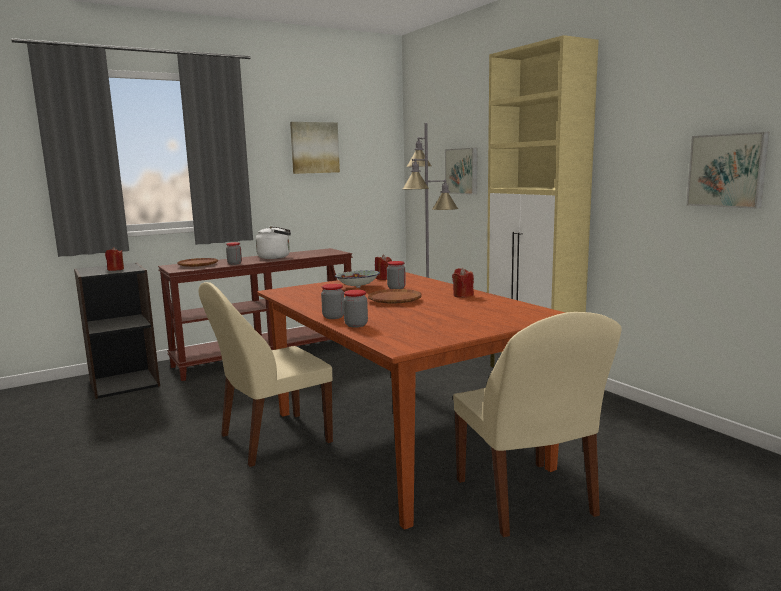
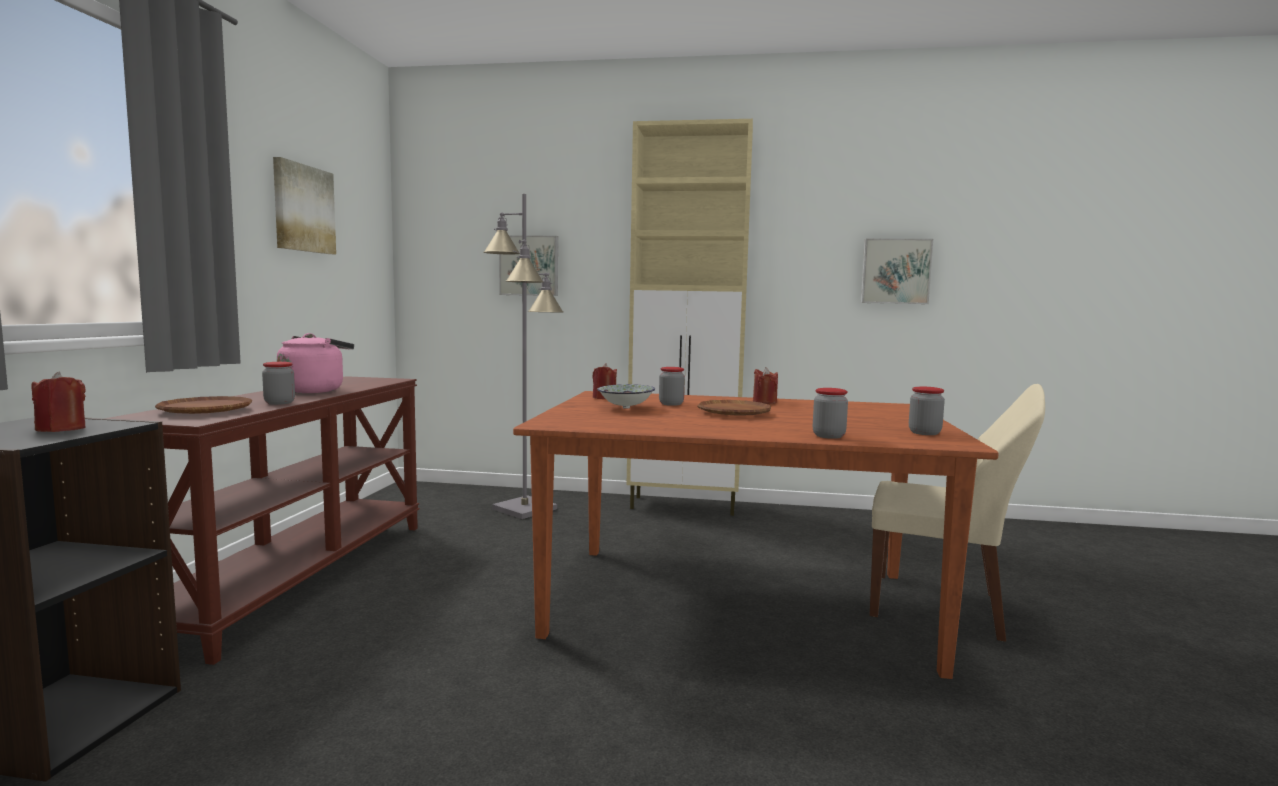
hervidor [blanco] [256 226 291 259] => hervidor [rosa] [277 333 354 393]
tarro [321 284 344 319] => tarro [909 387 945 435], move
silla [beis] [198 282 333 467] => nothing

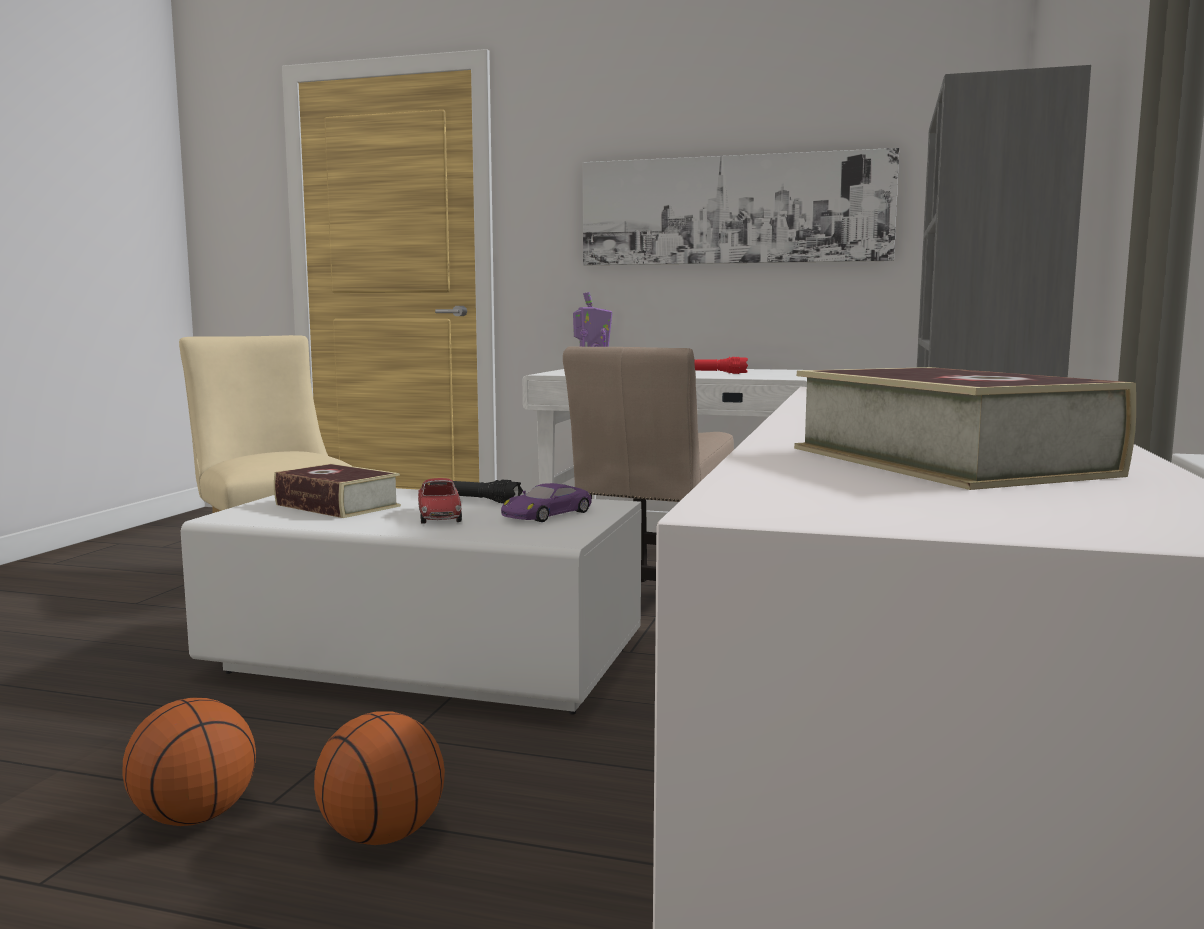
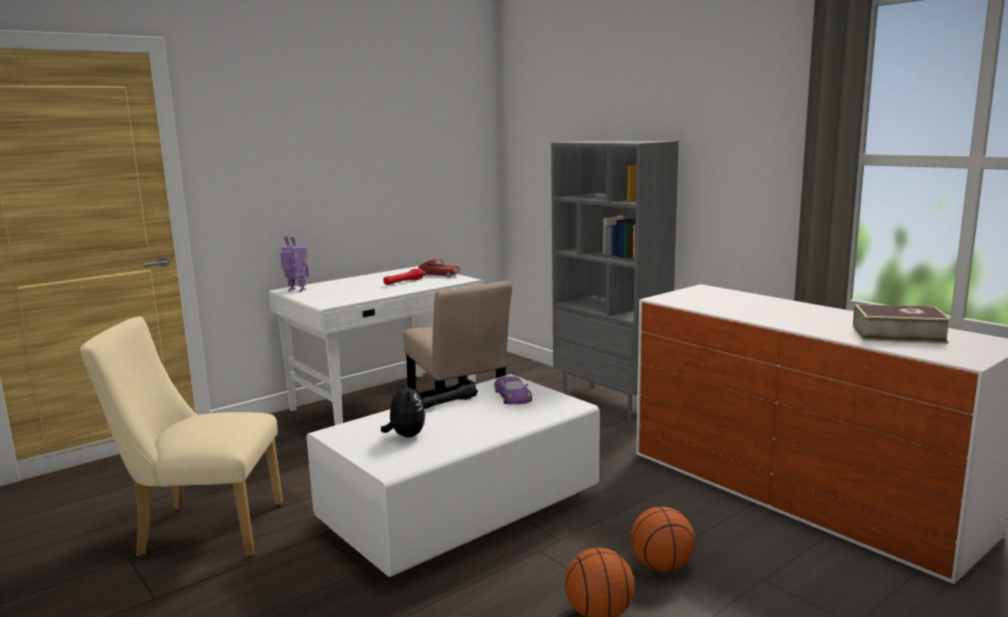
libro [274 463 401 518] => peluche [381 380 425 437]
coche de juguete [418 478 462 524] => coche de juguete [418 259 461 278], move
cuadro [583 148 899 265] => nothing

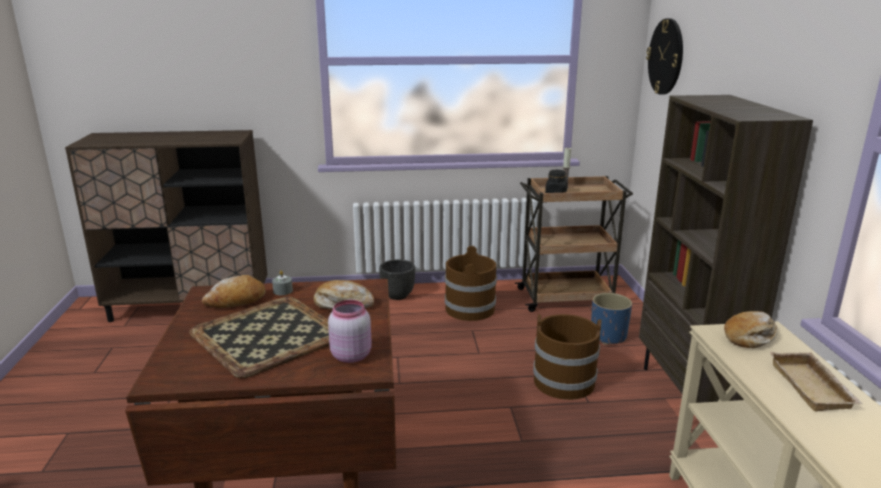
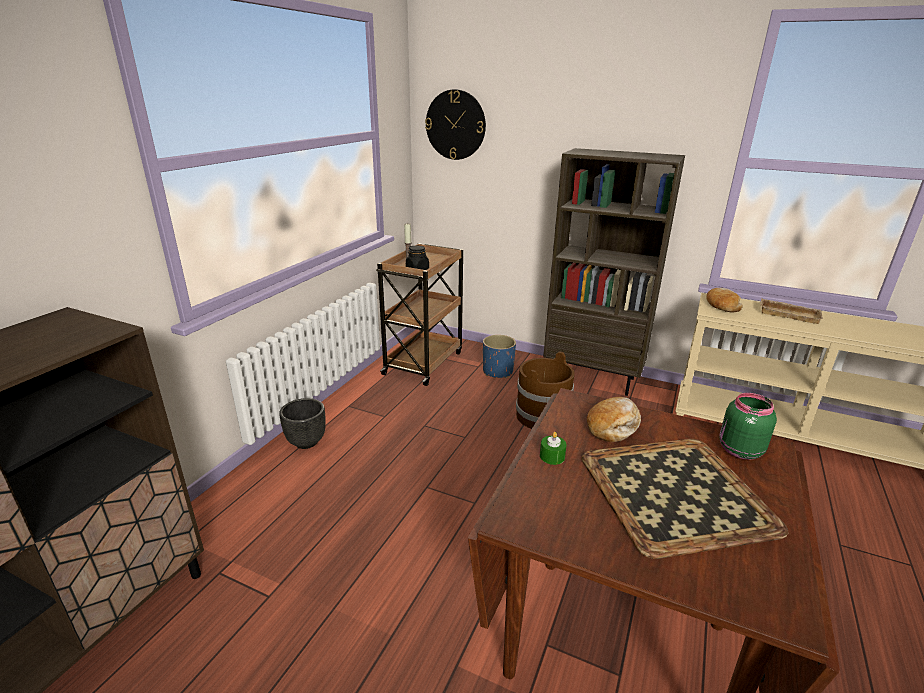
vela [gris] [272 270 293 295] => vela [verde] [540 432 567 465]
tarro [rosa] [328 300 372 363] => tarro [verde] [720 393 777 460]
pan [202 275 266 308] => nothing
cubo [marrón] [445 246 497 321] => nothing

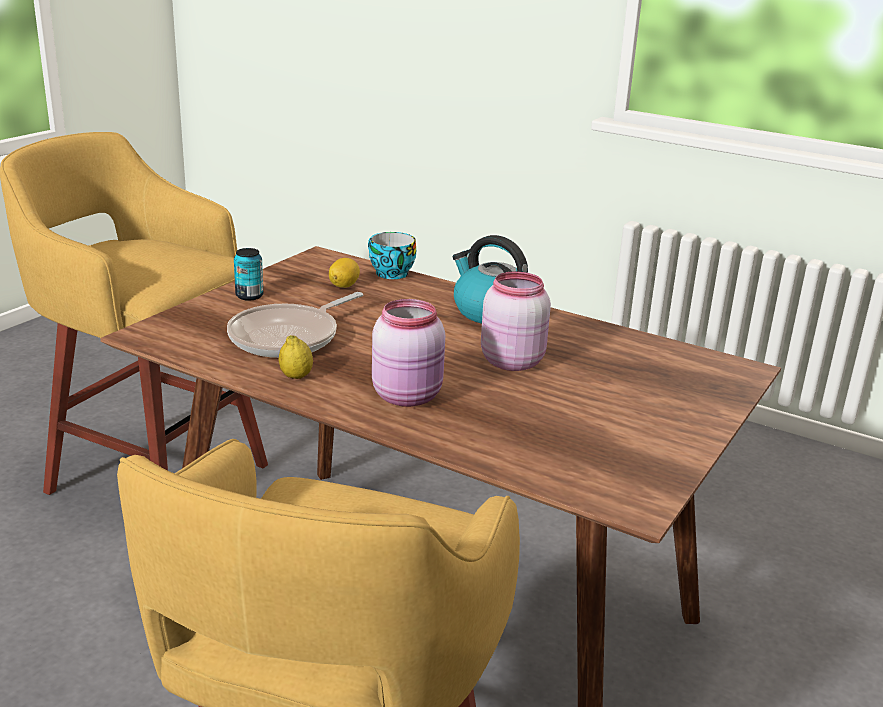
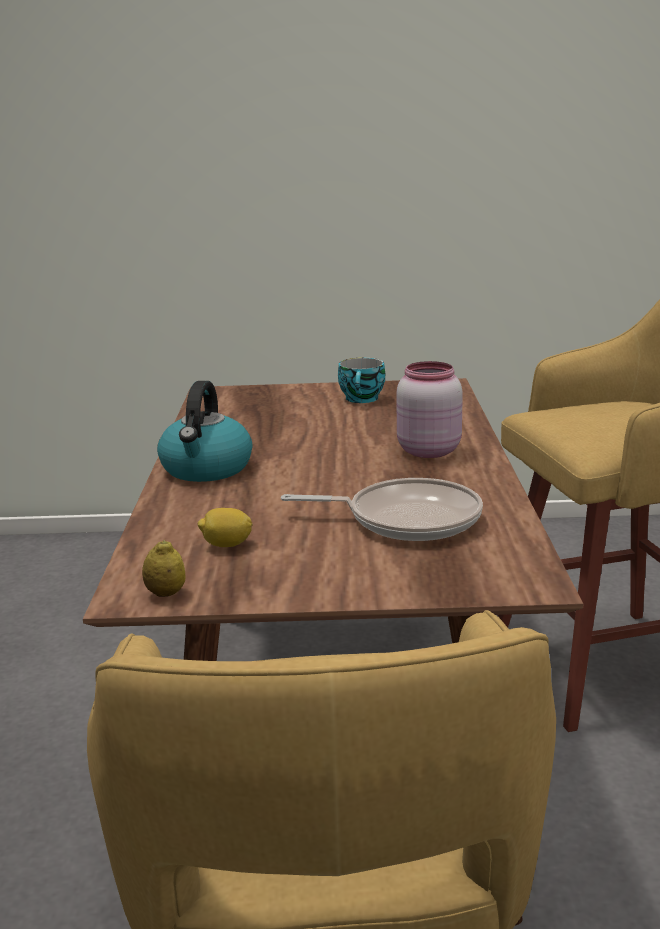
limón [279 335 313 379] => limón [142 540 186 597], move
taza [368 232 416 279] => taza [338 358 385 403], move
lata [234 248 263 301] => nothing
tarro [rosa] [481 272 551 371] => nothing

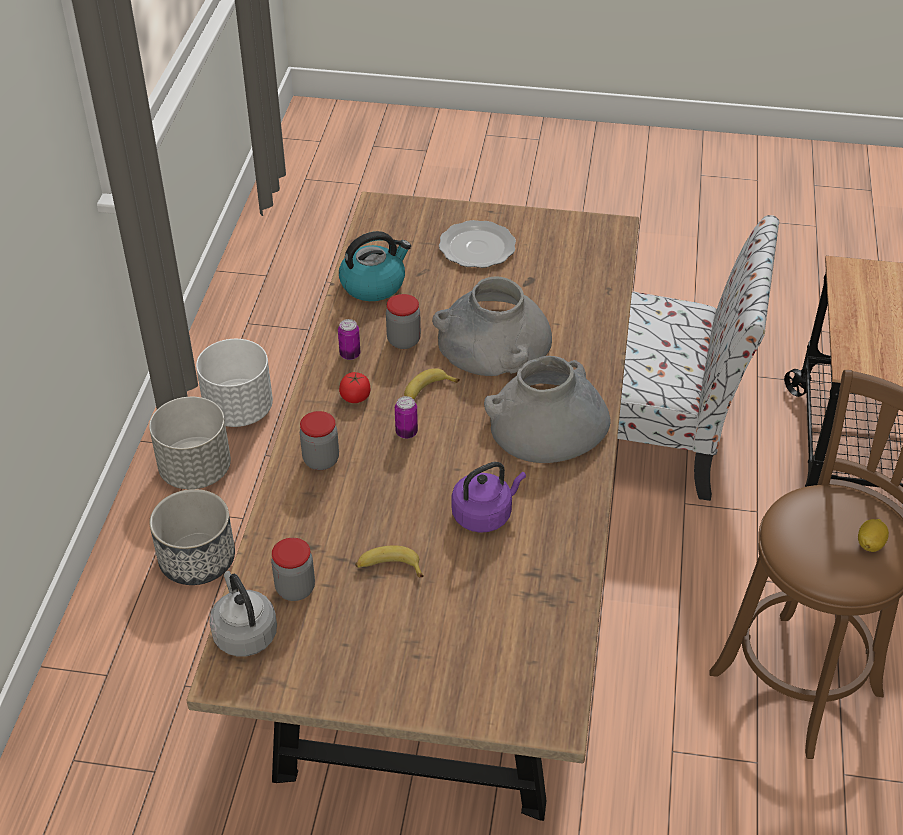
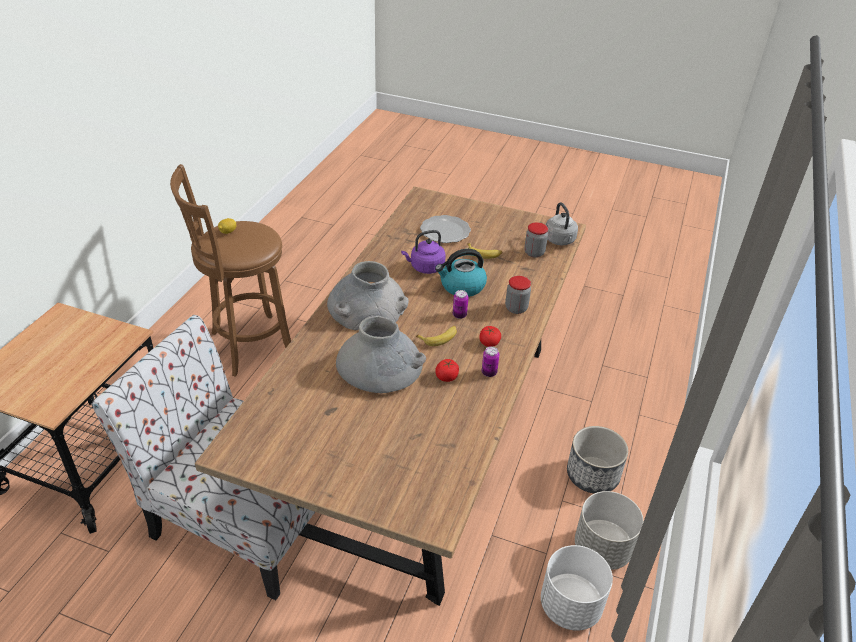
plato [439 220 516 268] => plato [420 215 471 243], move
hervidor [339 231 411 301] => hervidor [435 249 487 297], move
tarro [386 294 421 349] => tomate [435 359 459 382]

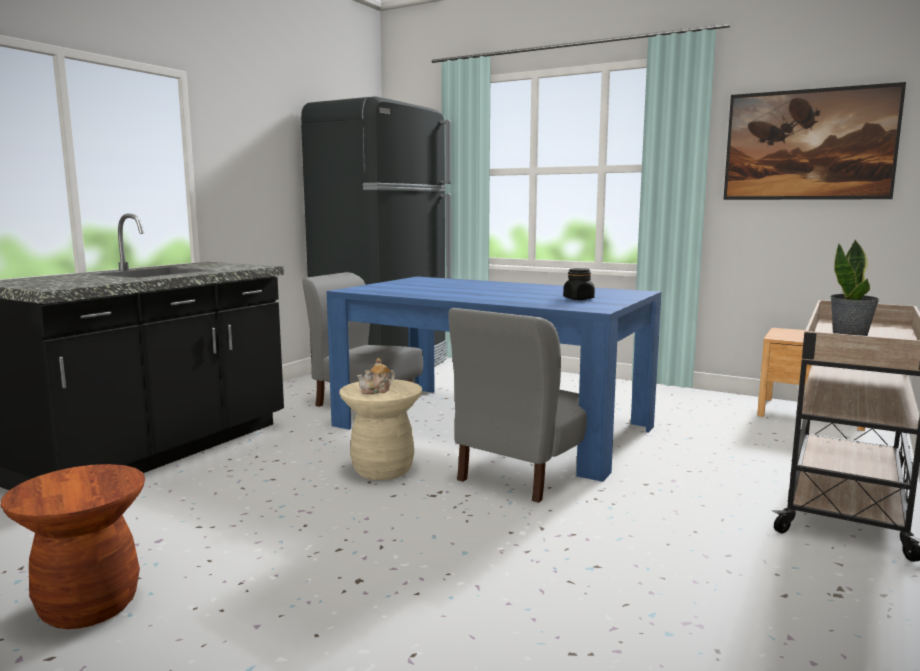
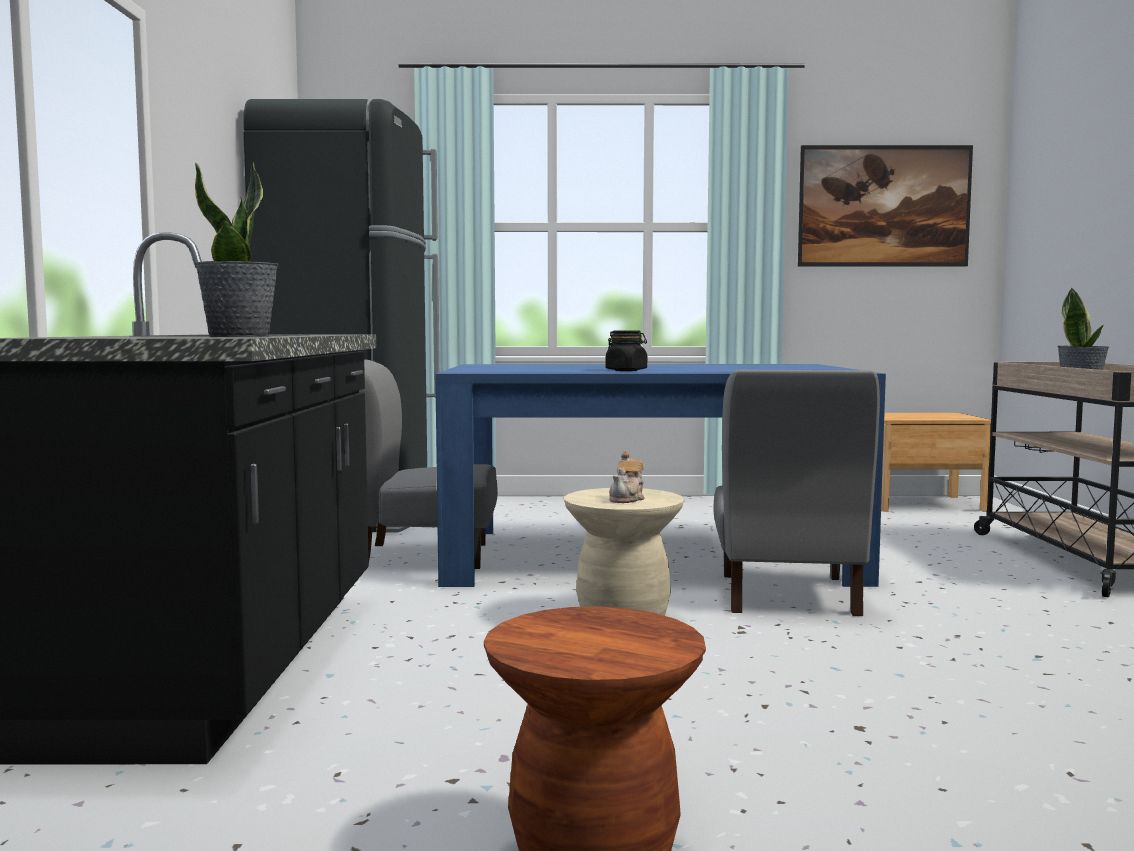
nothing => planta en maceta [194 162 279 337]
tarro [negro] [563 268 595 300] => tarro [negro] [606 330 647 371], move

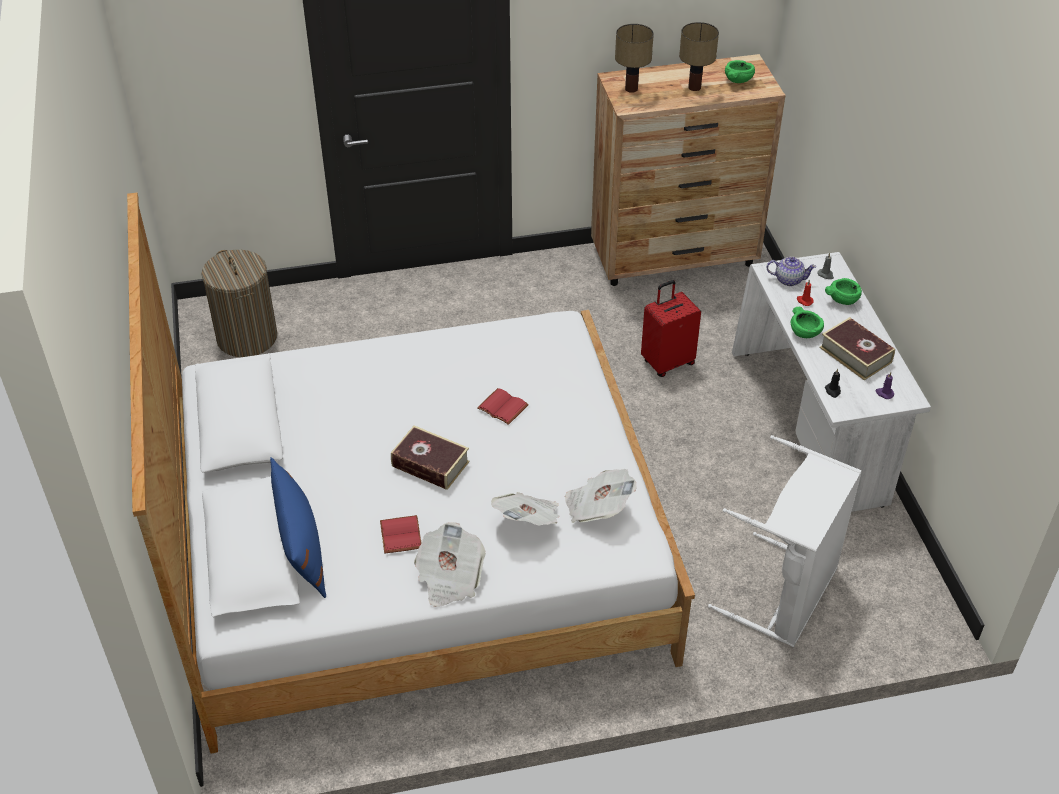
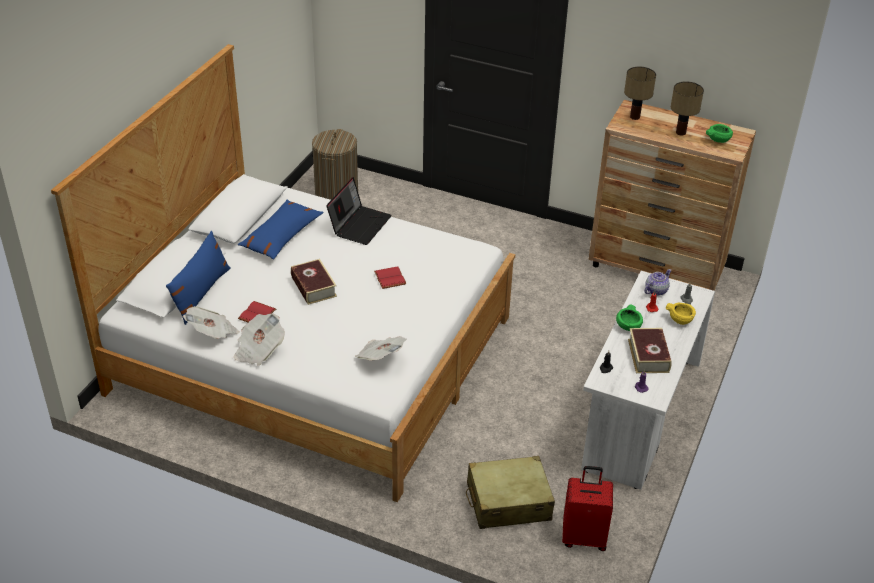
periódico [491 492 560 526] => periódico [183 306 240 339], move
nothing => cojín [azul] [238 200 323 260]
nothing => portátil [326 177 392 245]
cesto de la ropa [blanco] [708 435 862 647] => maleta [beis] [466 456 555 529]
maleta [rojo] [641 280 701 377] => maleta [rojo] [562 466 613 551], move
tetera [766 257 816 286] => tetera [644 269 672 296], 90 degrees counterclockwise
cuenco [verde] [825 278 862 305] => cuenco [amarillo] [666 302 696 325]

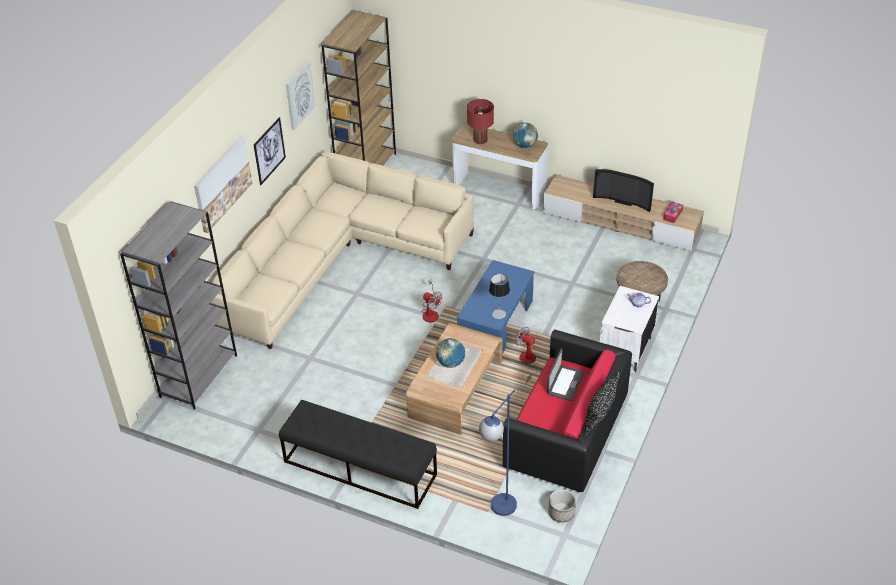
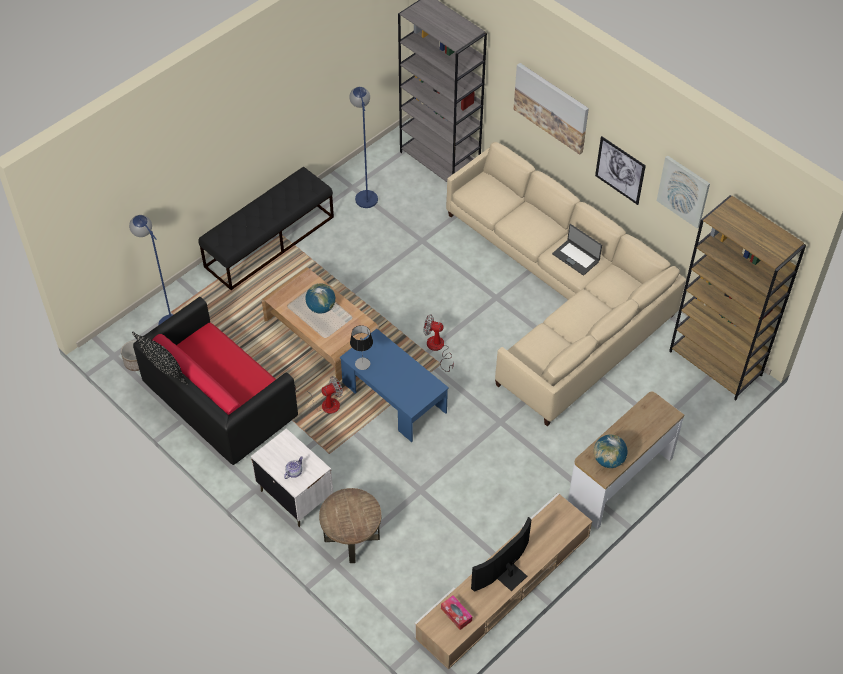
nothing => lámpara de pie [azul] [349 87 378 208]
ventilador [421 279 442 323] => ventilador [423 314 454 372], 45 degrees clockwise
portátil [547 348 585 401] => portátil [552 224 602 276], move
lámpara de mesa [rojo] [467 99 494 144] => nothing

